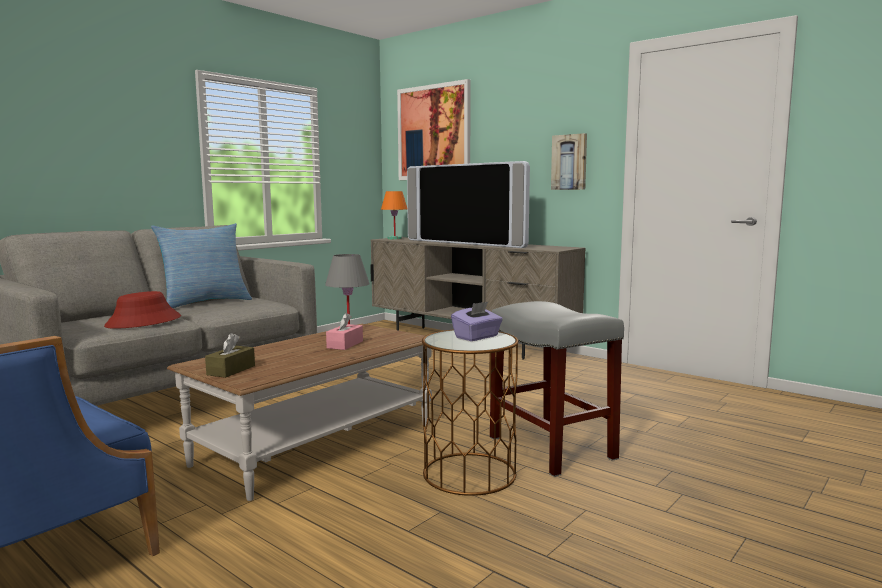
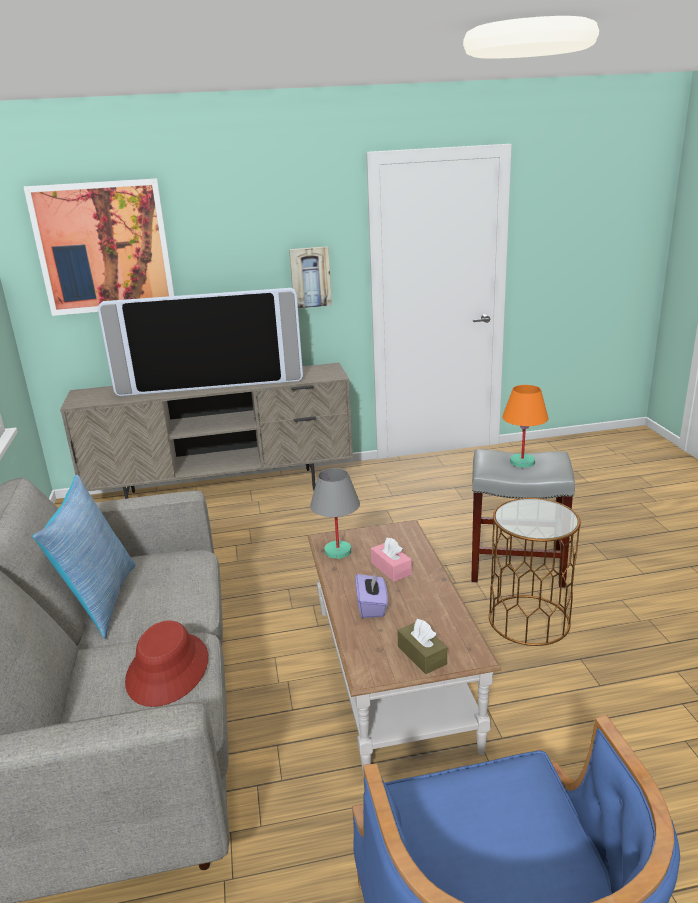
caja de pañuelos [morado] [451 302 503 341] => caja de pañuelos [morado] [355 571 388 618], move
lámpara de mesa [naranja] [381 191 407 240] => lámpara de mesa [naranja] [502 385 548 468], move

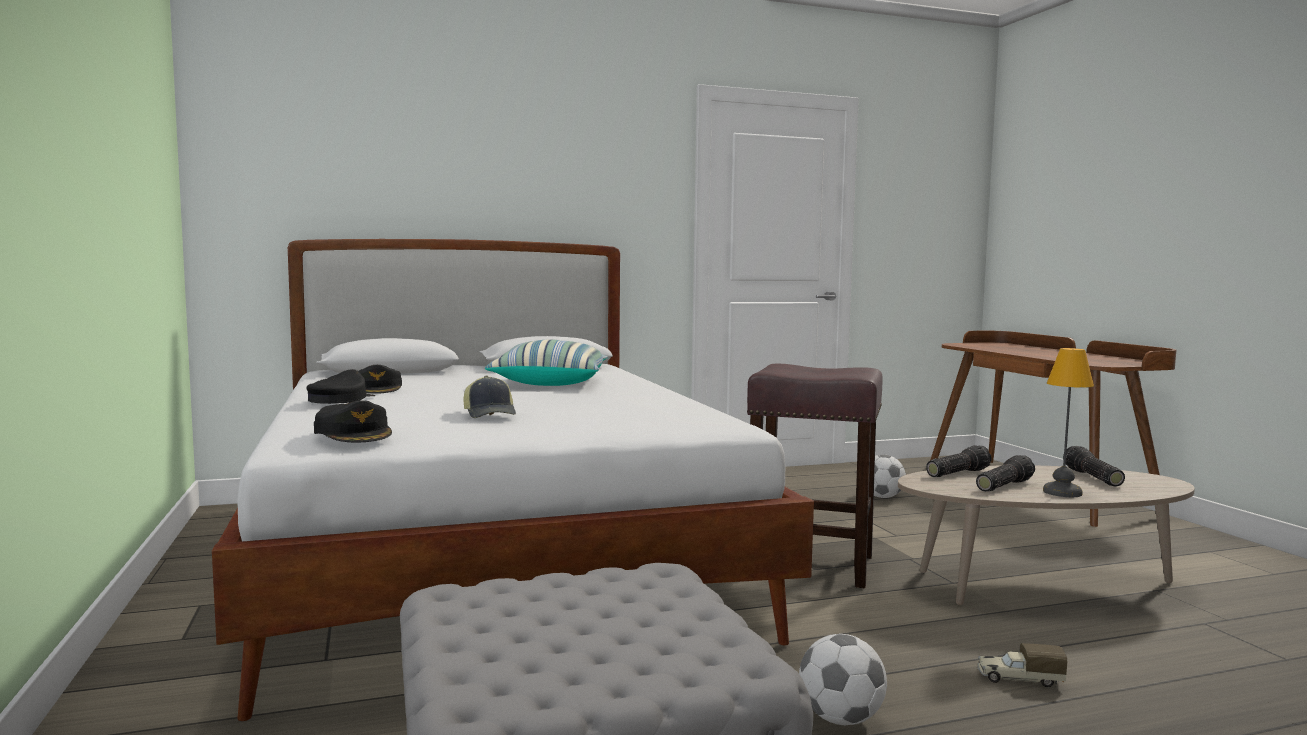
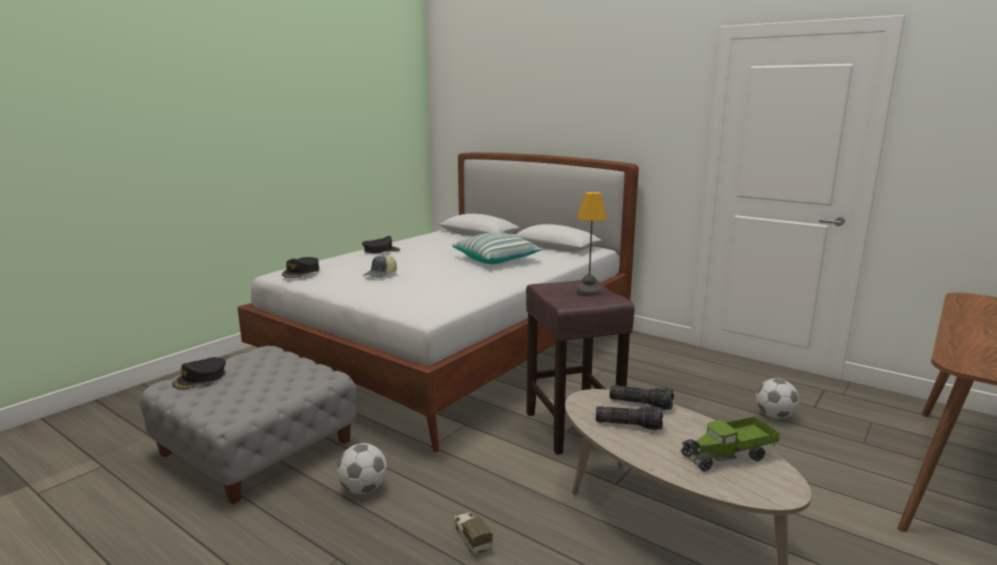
gorra [negro] [358 365 402 394] => gorra [negro] [172 357 226 389], move
lámpara de mesa [1043 348 1094 497] => lámpara de mesa [577 192 607 295], move
linterna [1063 446 1125 487] => camión de juguete [680 416 780 472]

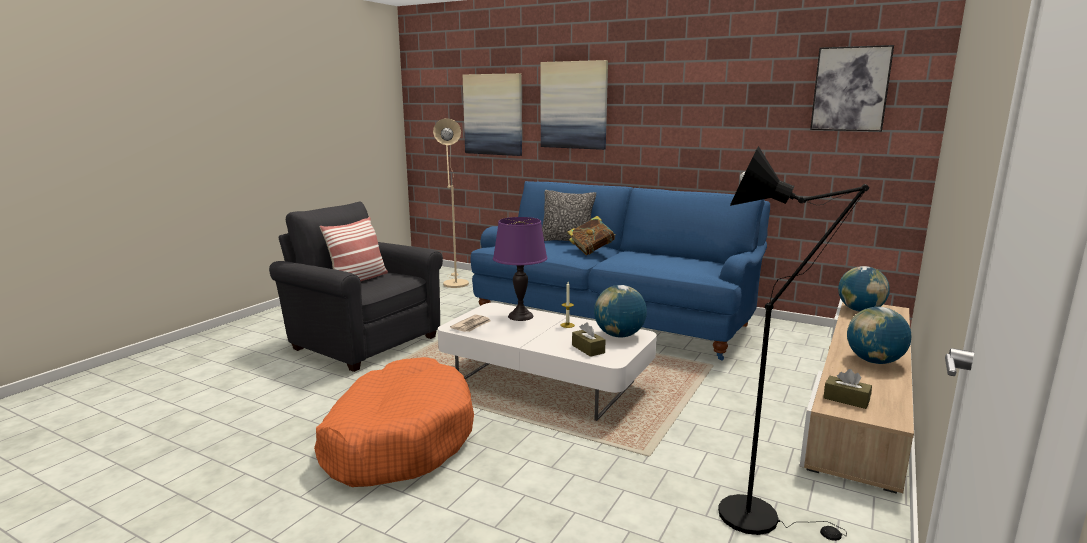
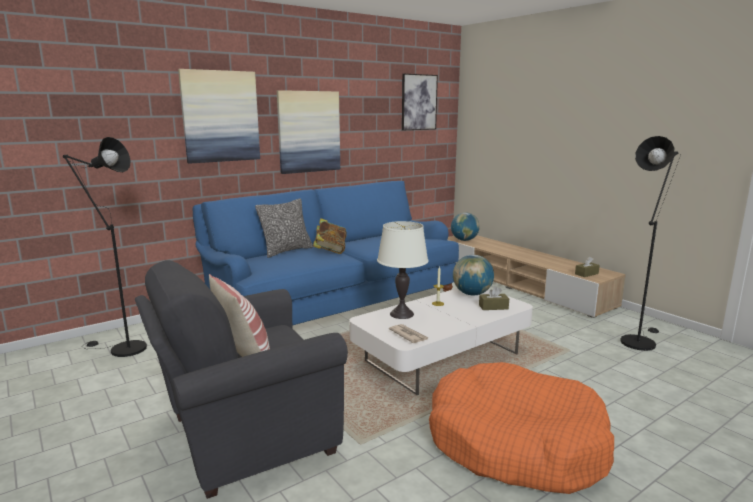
lámpara de pie [beis] [433 118 469 288] => lámpara de pie [negro] [63 137 147 357]
cuadro [463 73 522 156] => cuadro [277 90 340 174], move
lámpara de mesa [morado] [493 217 548 321] => lámpara de mesa [blanco] [377 221 429 319]
globo terráqueo [847 307 911 364] => nothing

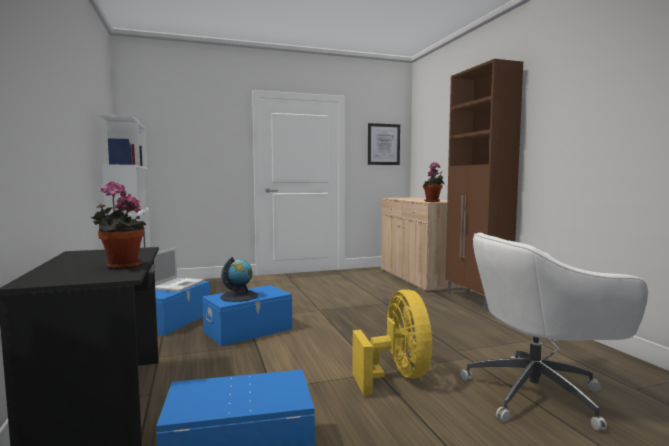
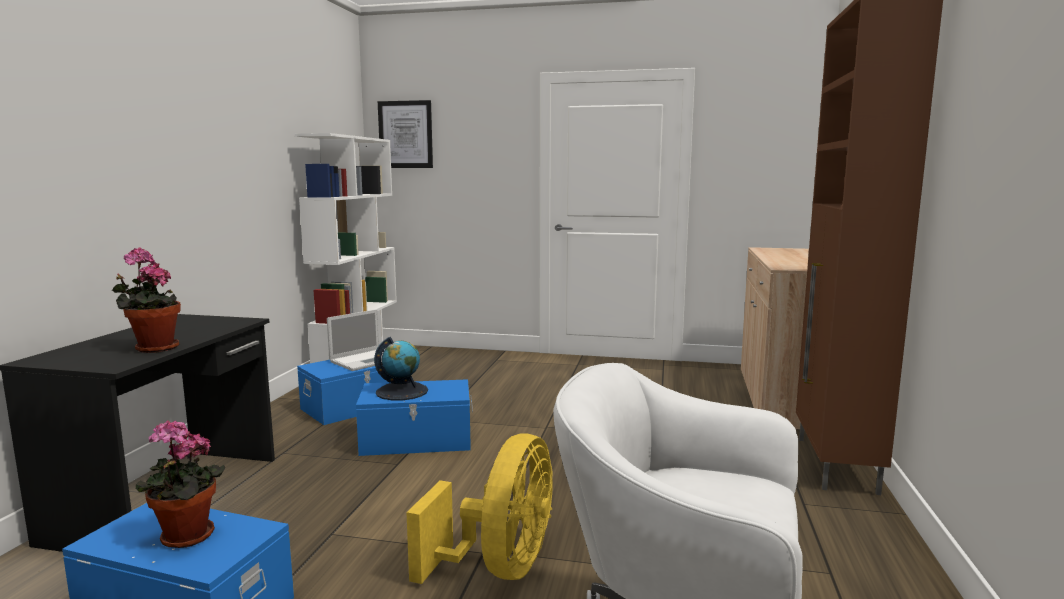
planta en maceta [423 162 444 202] => planta en maceta [136 420 225 548], move
cuadro [368 123 400 165] => cuadro [378 100 433 168], move

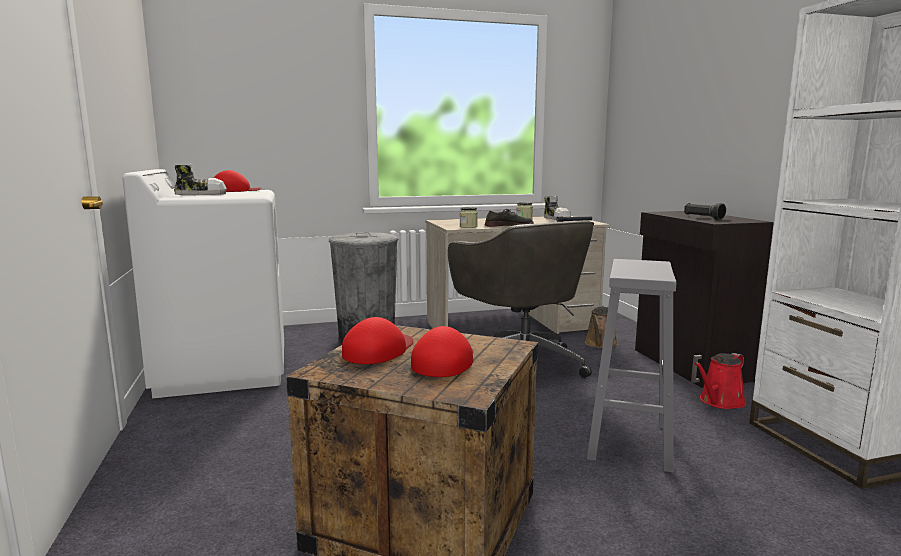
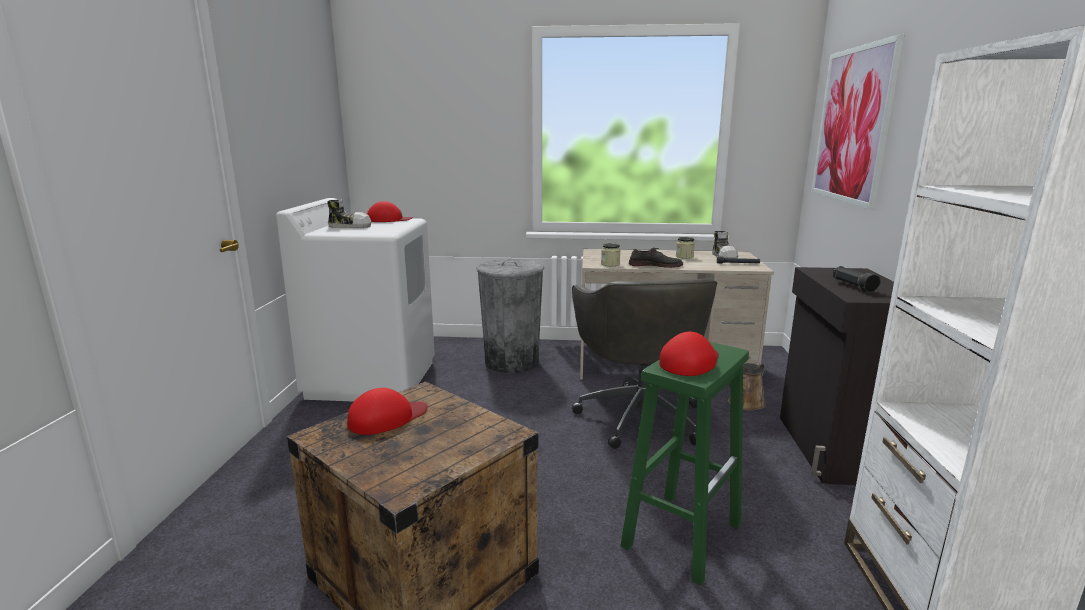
taburete [gris] [587 259 676 473] => taburete [verde] [621 342 749 586]
gorra [rojo] [411 326 473 377] => gorra [rojo] [659 332 719 376], move
nothing => cuadro [811 34 905 210]
regadera [rojo] [694 353 746 409] => nothing

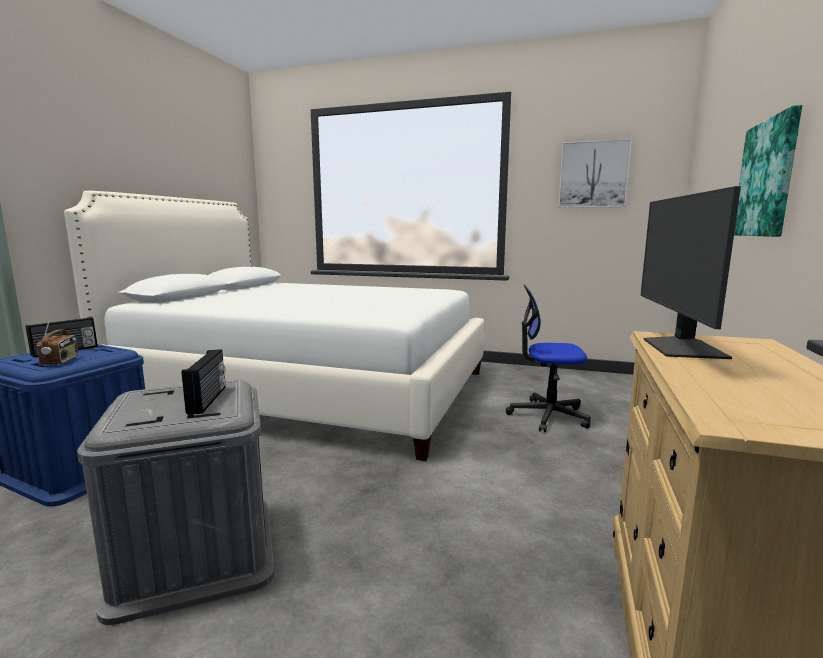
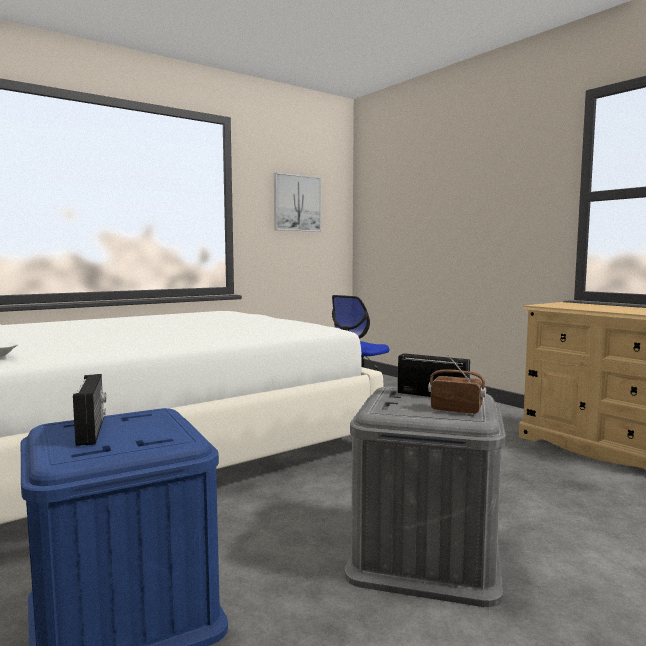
radio [37 318 78 365] => radio [428 355 486 414], move
monitor [640 186 741 359] => nothing
cuadro [734 105 802 237] => nothing

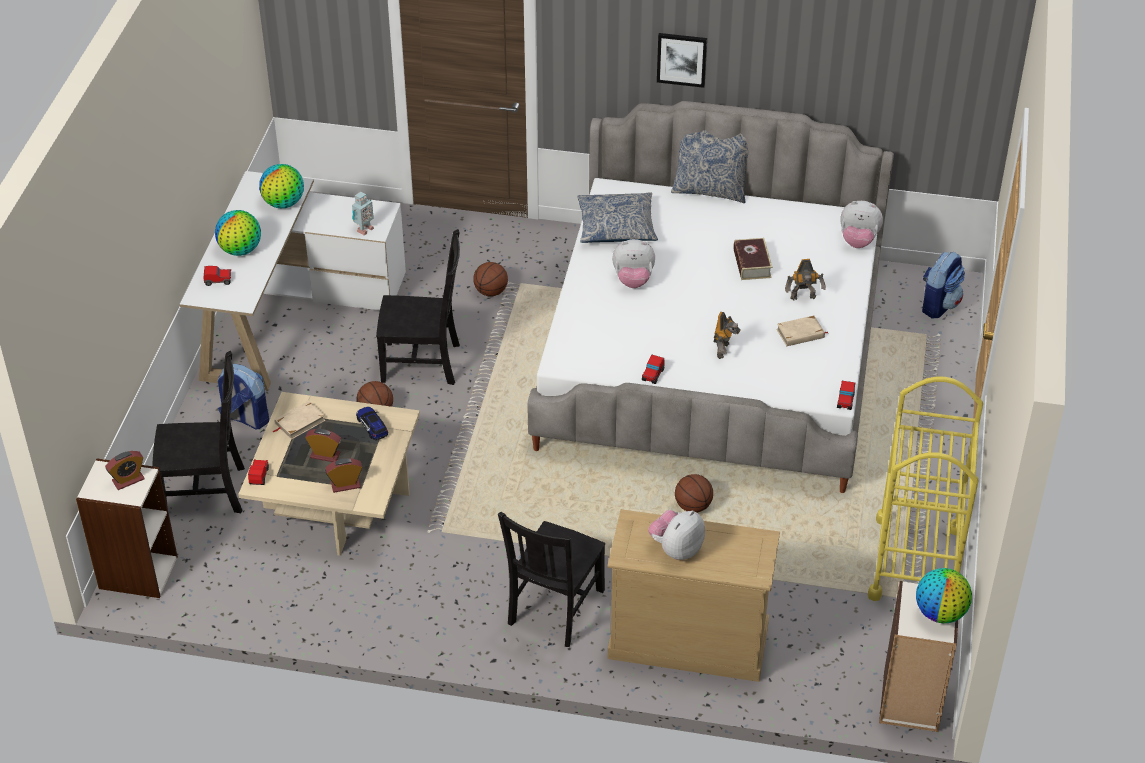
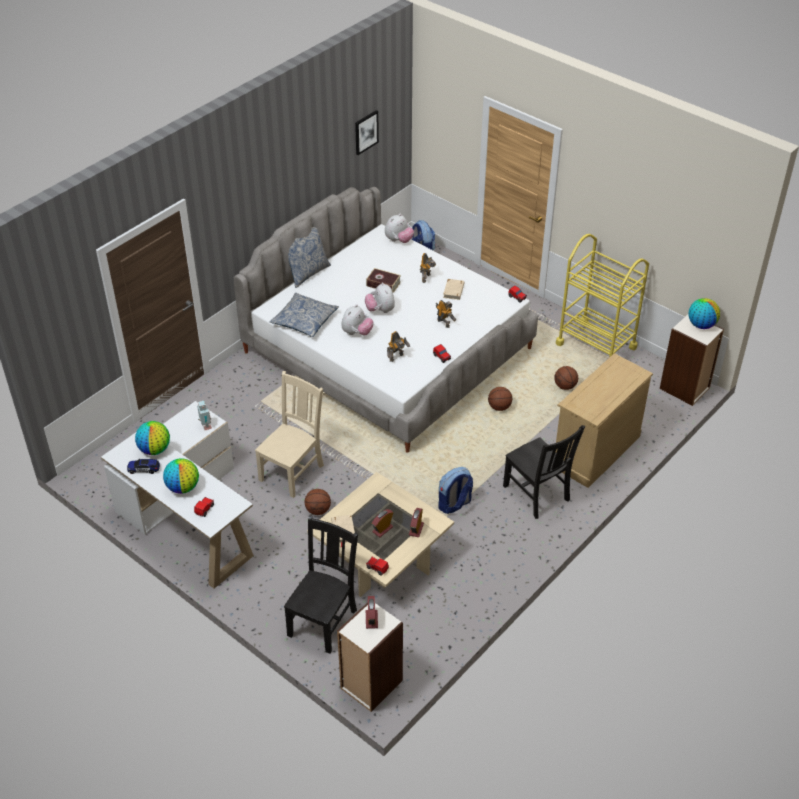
coche de juguete [356 407 388 440] => coche de juguete [127 459 160 474], move
silla [negro] [376 229 460 385] => silla [beis] [255 371 324 498]
cuadro [657 33 707 88] => cuadro [355 110 379 155], move
peluche [648 510 705 560] => peluche [365 282 395 313], move
nothing => robot de juguete [387 331 410 362]
mochila [217 364 269 429] => mochila [438 467 473 514], move
balón de baloncesto [473 262 508 297] => balón de baloncesto [554 366 578 390], move

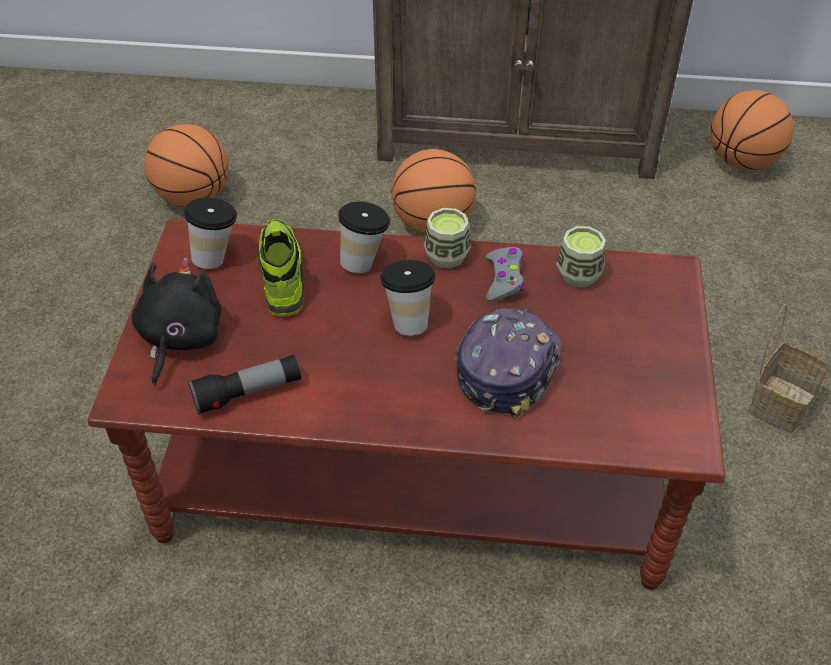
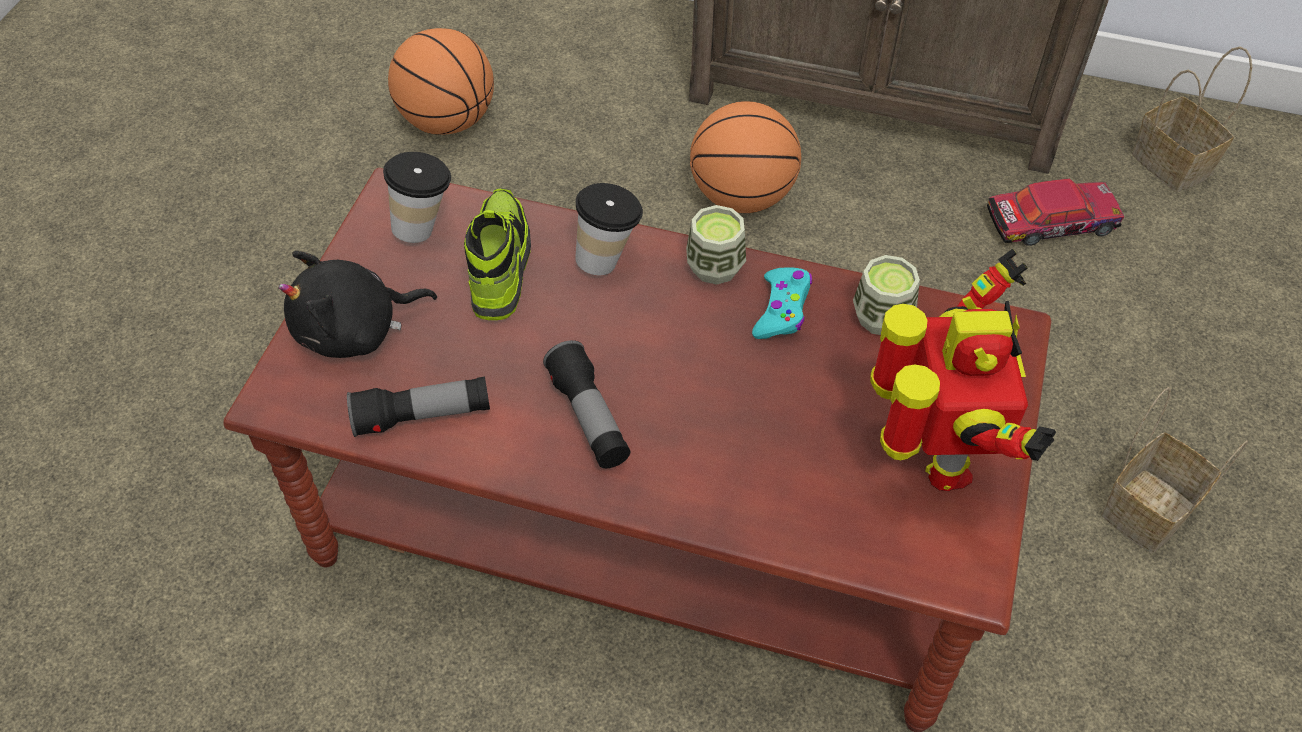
peluche [negro] [132 258 222 386] => peluche [negro] [278 251 437 358], 135 degrees counterclockwise
nothing => linterna [543 340 630 468]
mando de consola [gris] [485 247 524 302] => mando de consola [turquesa] [752 267 812 339]
nothing => robot de juguete [870 249 1056 491]
nothing => coche de juguete [987 179 1124 246]
balón de baloncesto [711 90 793 170] => cesta [1132 46 1252 192]
taza [380 260 436 336] => nothing
gorra [455 307 562 419] => nothing

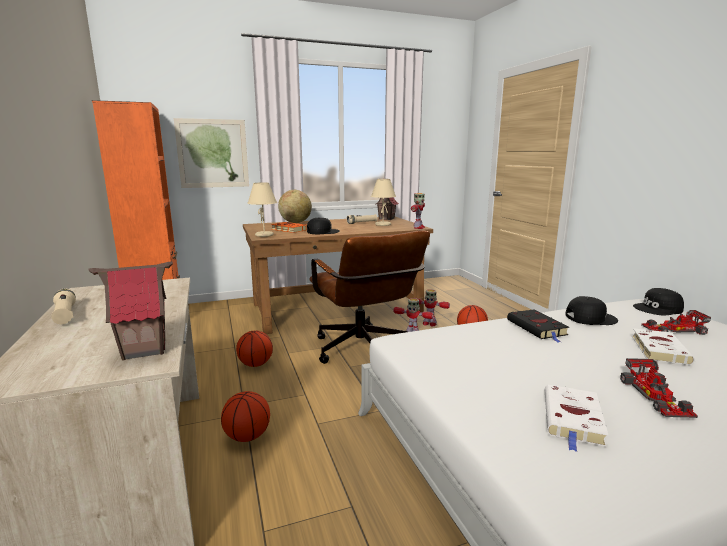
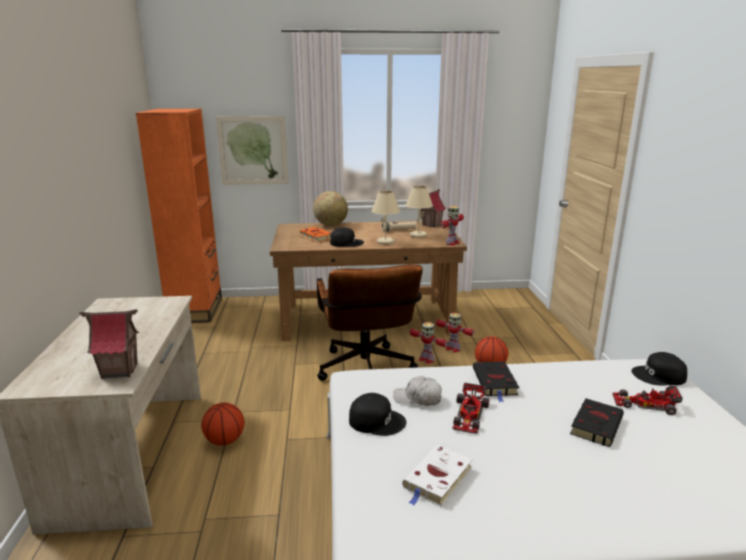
gorra [negro] [565 296 618 325] => gorra [negro] [349 393 406 436], move
lámpara de mesa [beis] [248 182 277 237] => lámpara de mesa [beis] [372 190 400 245], move
nothing => gorra [blanco] [393 376 442 406]
coche de juguete [620 358 698 418] => coche de juguete [452 383 489 434], move
libro [blanco] [632 328 695 365] => libro [negro] [570 399 624 447]
linterna [beis] [51 289 76 324] => nothing
balón de baloncesto [236 331 273 367] => nothing

